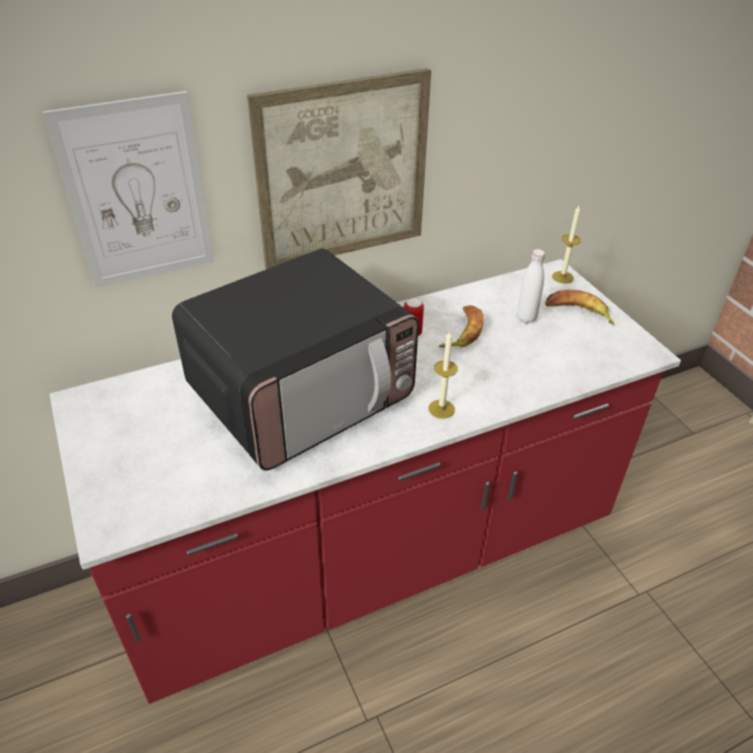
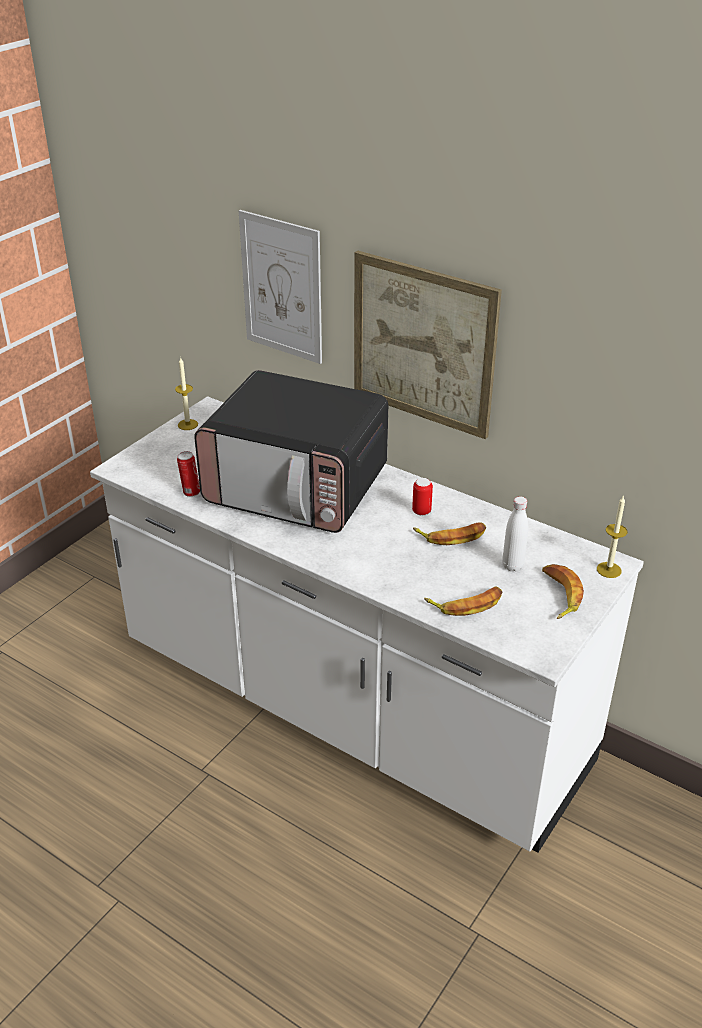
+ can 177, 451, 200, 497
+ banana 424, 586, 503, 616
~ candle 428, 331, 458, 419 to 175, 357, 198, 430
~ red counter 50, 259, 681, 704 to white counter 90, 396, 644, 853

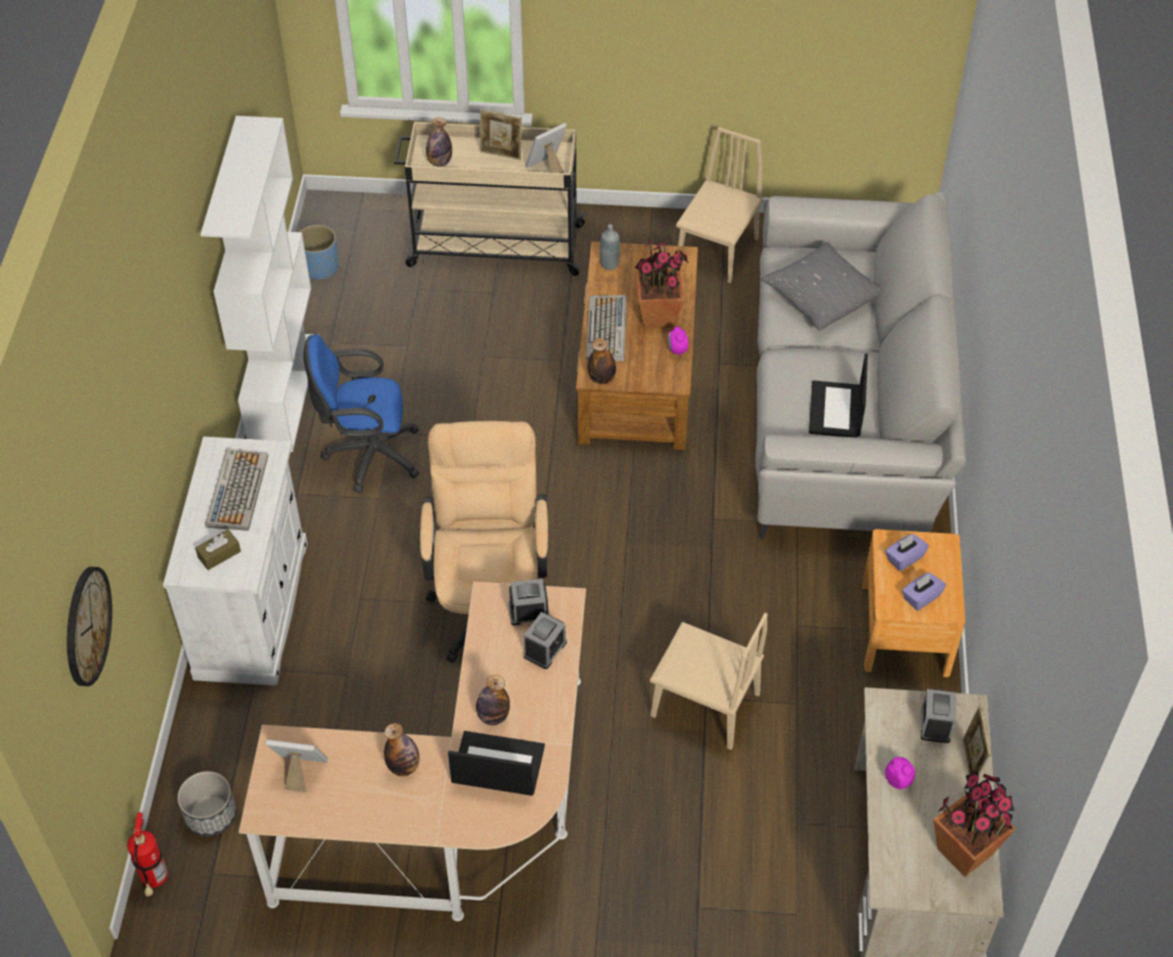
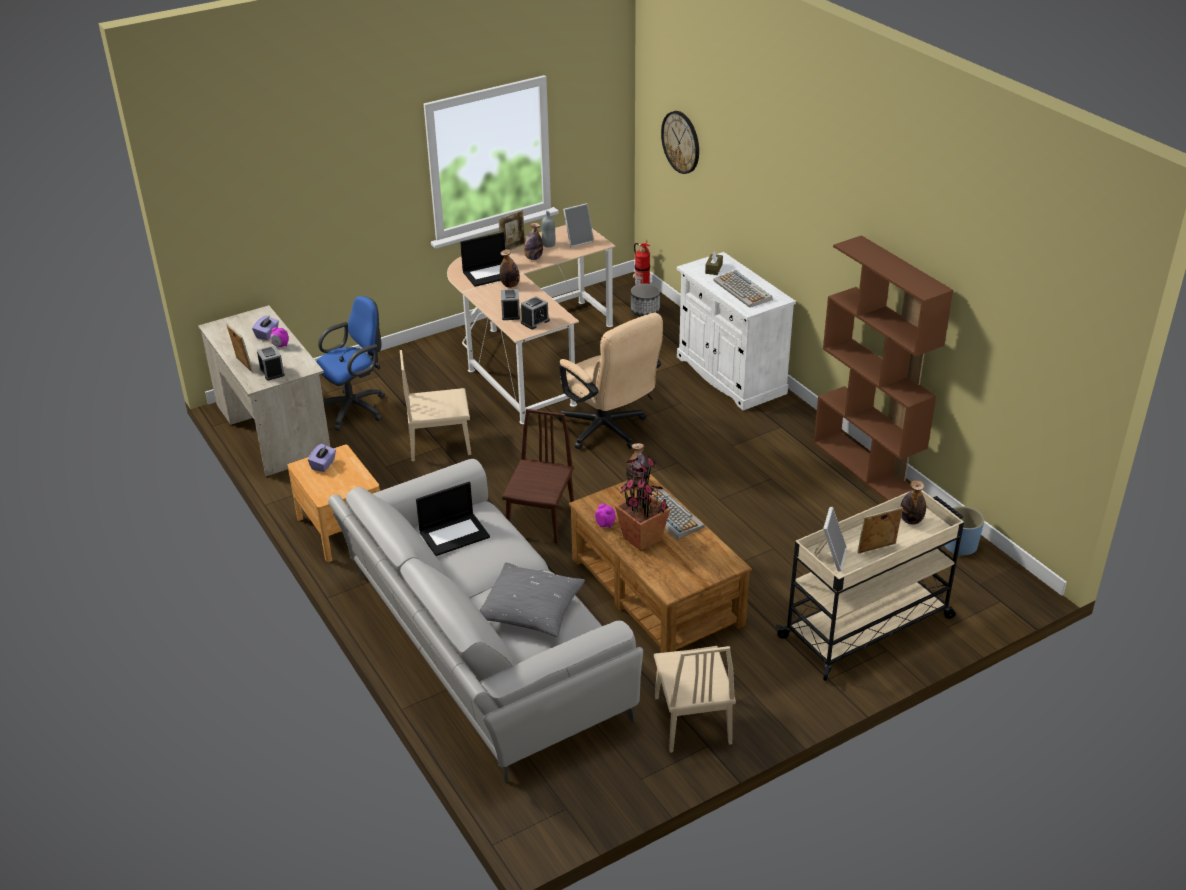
- potted plant 933, 772, 1016, 877
+ picture frame 498, 210, 526, 250
+ brown chair 502, 409, 574, 543
~ blue office chair 303, 334, 419, 493 to 316, 296, 385, 431
~ grey bottle 600, 224, 620, 270 to 542, 211, 555, 248
~ purple tissue box 885, 534, 929, 571 to 252, 315, 279, 340
~ white bookcase 201, 116, 314, 452 to brown bookcase 813, 235, 953, 501
~ laptop 809, 353, 868, 437 = 416, 482, 490, 556 90 degrees clockwise

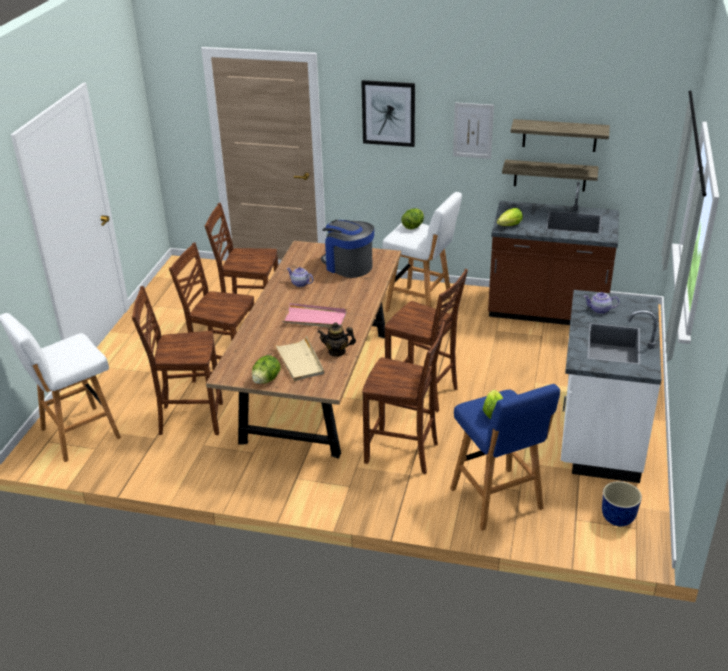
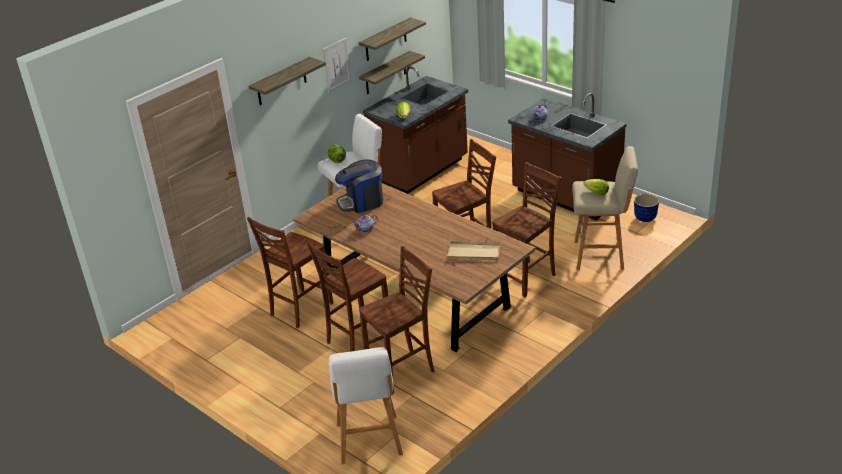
- lettuce 252, 355, 281, 384
- pink tray 282, 303, 347, 327
- teapot 317, 322, 356, 357
~ picture 361, 80, 415, 147 to shelf 249, 57, 326, 105
~ blue stool 450, 384, 560, 531 to beige stool 572, 146, 638, 270
~ white counter 561, 290, 661, 483 to brown counter 508, 93, 626, 220
~ brown chair 132, 286, 223, 435 = 359, 246, 434, 394 150 degrees counterclockwise

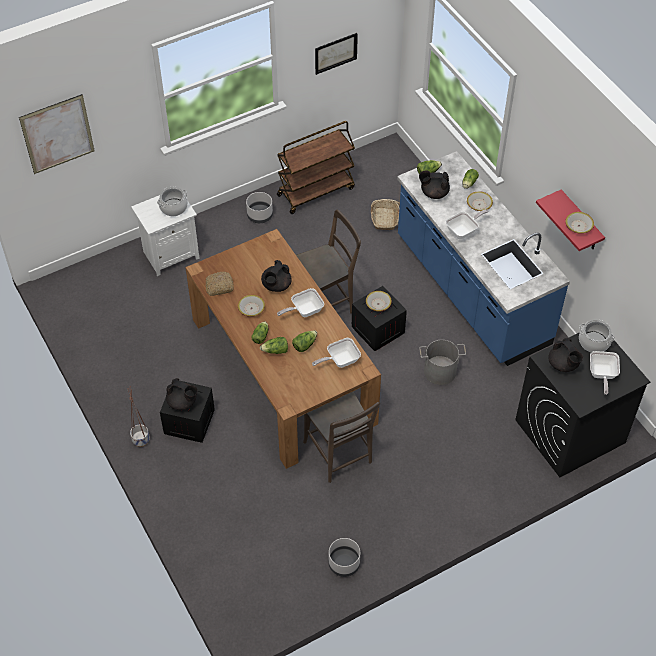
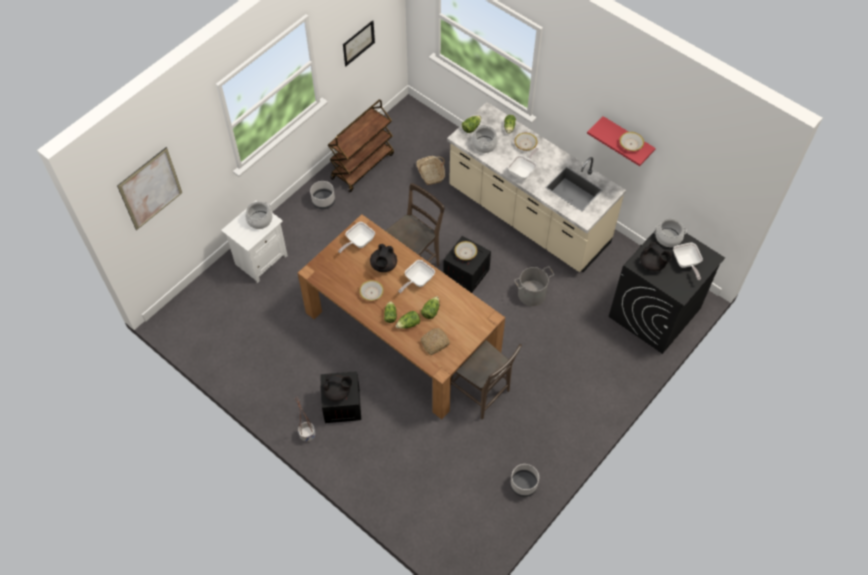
~ bread 206, 271, 234, 296 to 420, 328, 450, 355
~ frying pan 312, 338, 361, 368 to 338, 222, 375, 253
~ black teapot 419, 170, 450, 199 to cooking pot 472, 125, 498, 153
~ blue counter 397, 151, 570, 366 to beige counter 447, 102, 626, 272

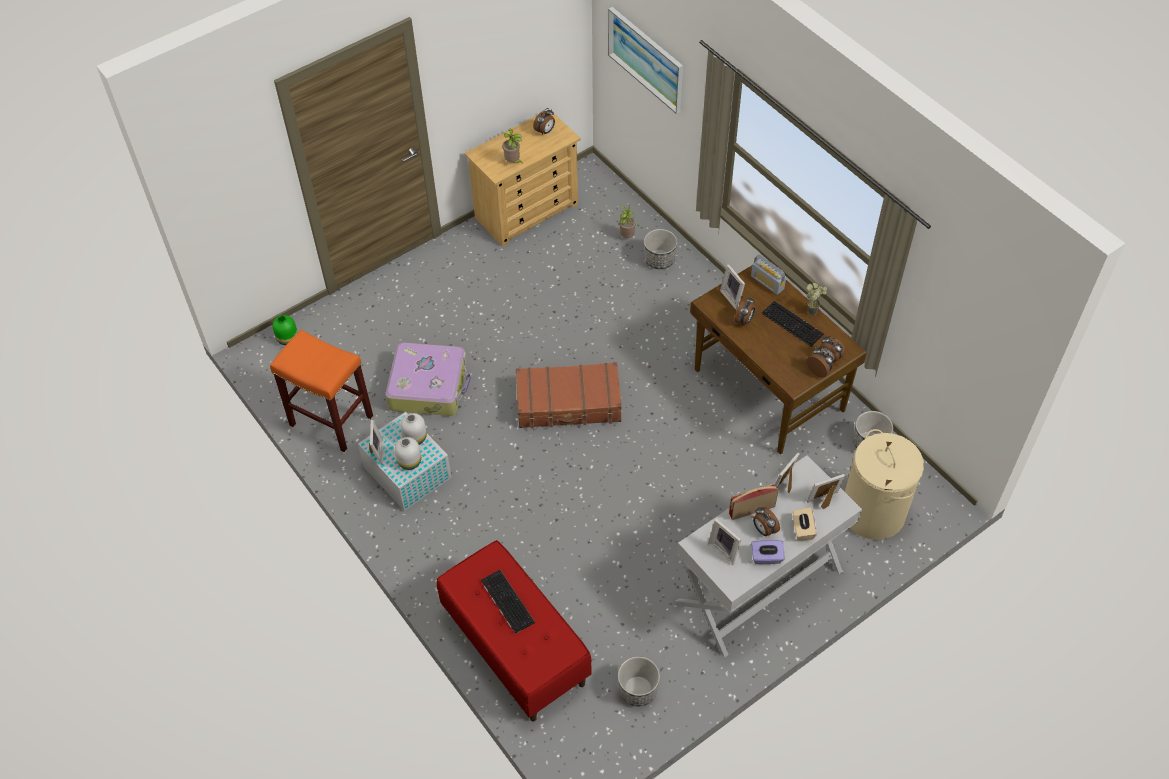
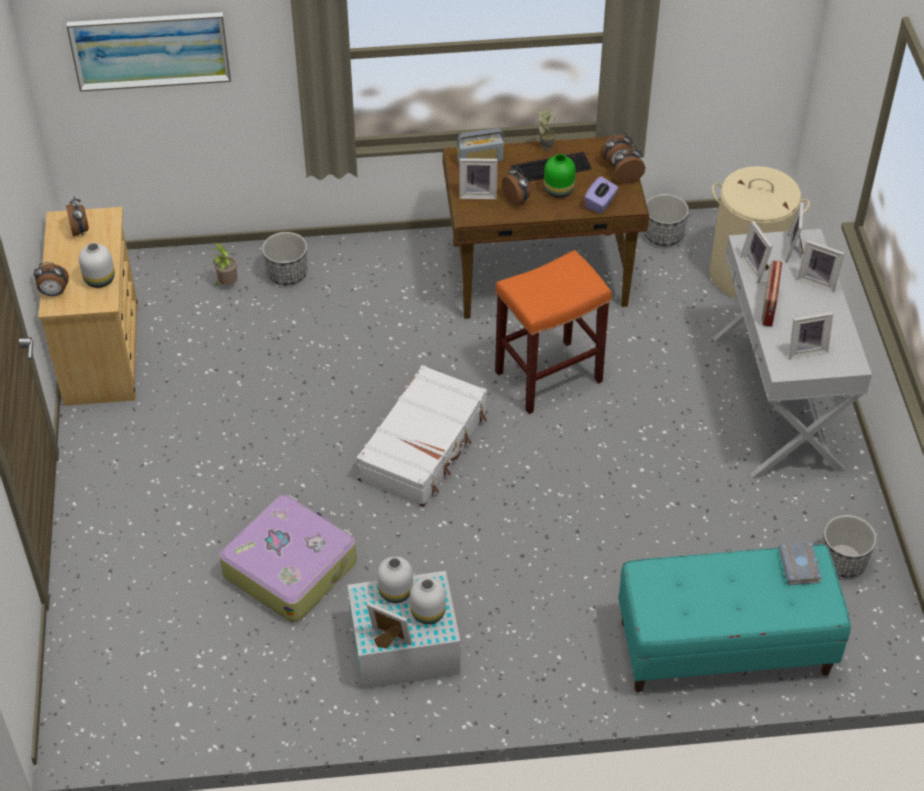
- keyboard 481, 570, 535, 634
+ grey book 778, 542, 822, 585
~ orange stool 270, 330, 373, 452 to 495, 250, 612, 414
~ green vase 272, 315, 298, 345 to 544, 154, 576, 198
~ purple tissue box 751, 540, 785, 564 to 584, 176, 618, 214
~ alarm clock 753, 507, 780, 536 to 34, 262, 69, 296
~ potted plant 503, 128, 523, 164 to white vase 79, 243, 115, 288
~ beige tissue box 793, 507, 817, 540 to picture frame 797, 240, 845, 293
~ red bench 437, 540, 592, 722 to turquoise bench 619, 544, 851, 692
~ brown suitcase 516, 362, 622, 429 to white suitcase 356, 365, 487, 507

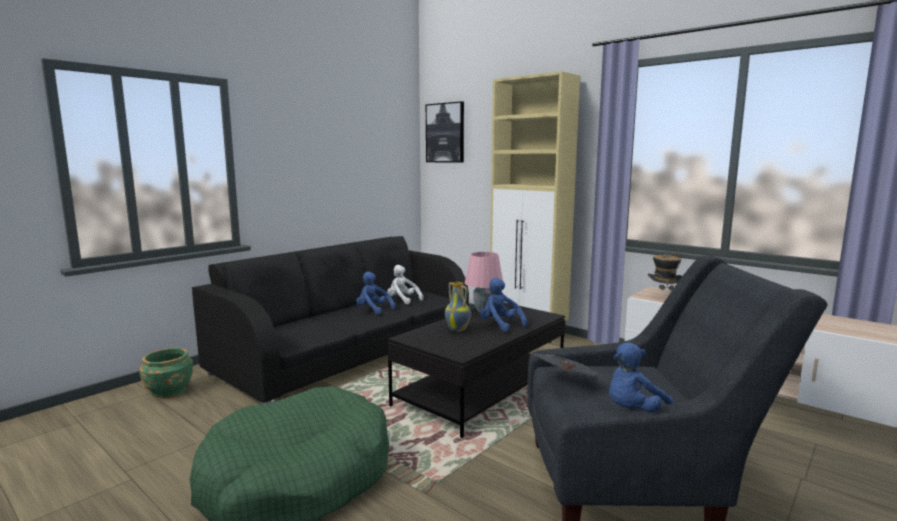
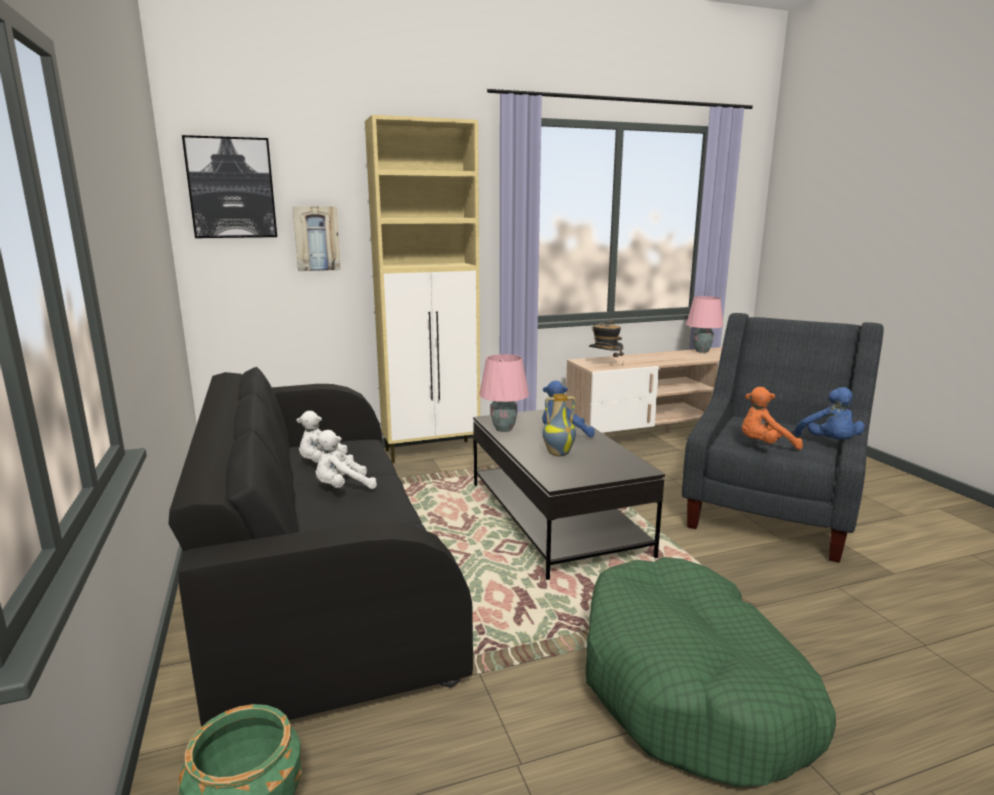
+ picture 293, 206, 341, 271
+ pink table lamp 686, 296, 724, 353
~ newspaper 533, 354, 600, 375 to orange plush toy 742, 387, 803, 450
~ blue plush toy 356, 272, 396, 314 to white plush toy 313, 430, 377, 489

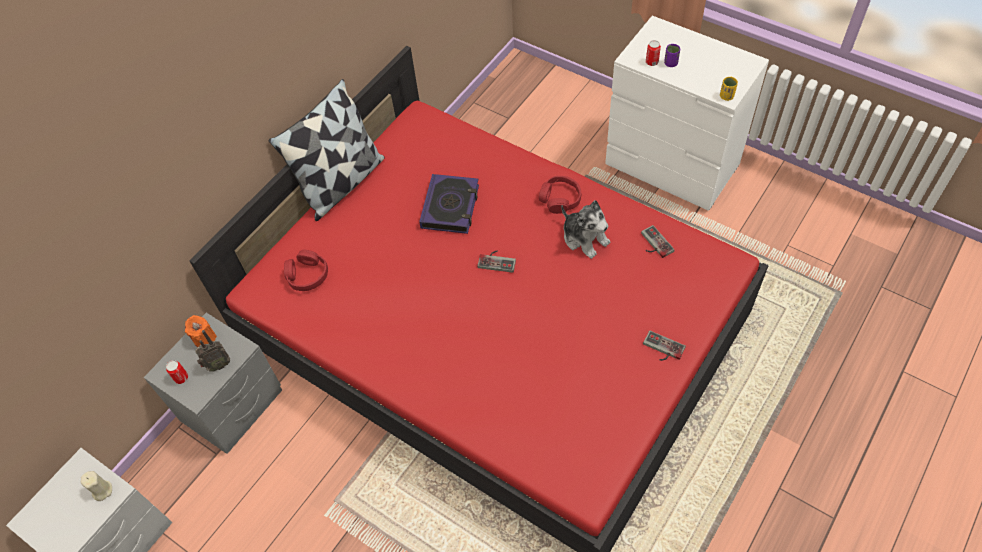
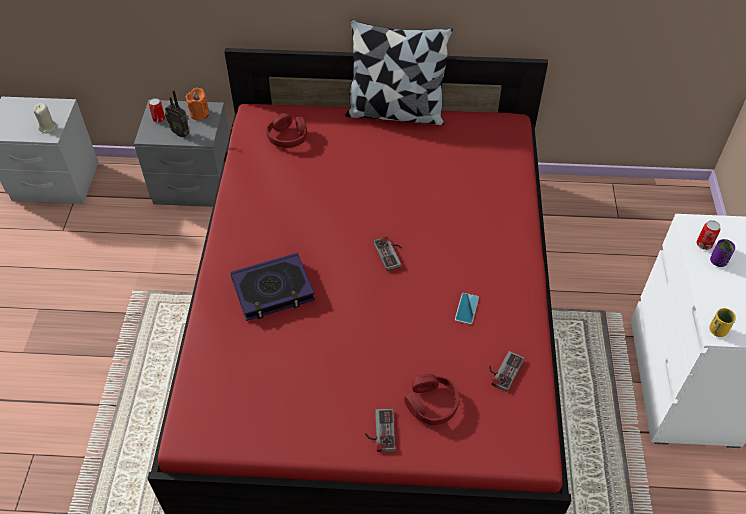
~ book 419, 174, 479, 234 to 230, 253, 315, 321
~ red headphones 539, 176, 581, 214 to 404, 374, 459, 425
~ plush toy 561, 200, 611, 259 to phone 455, 293, 479, 324

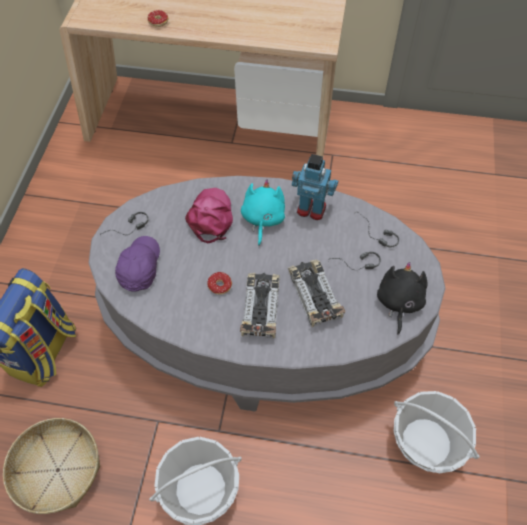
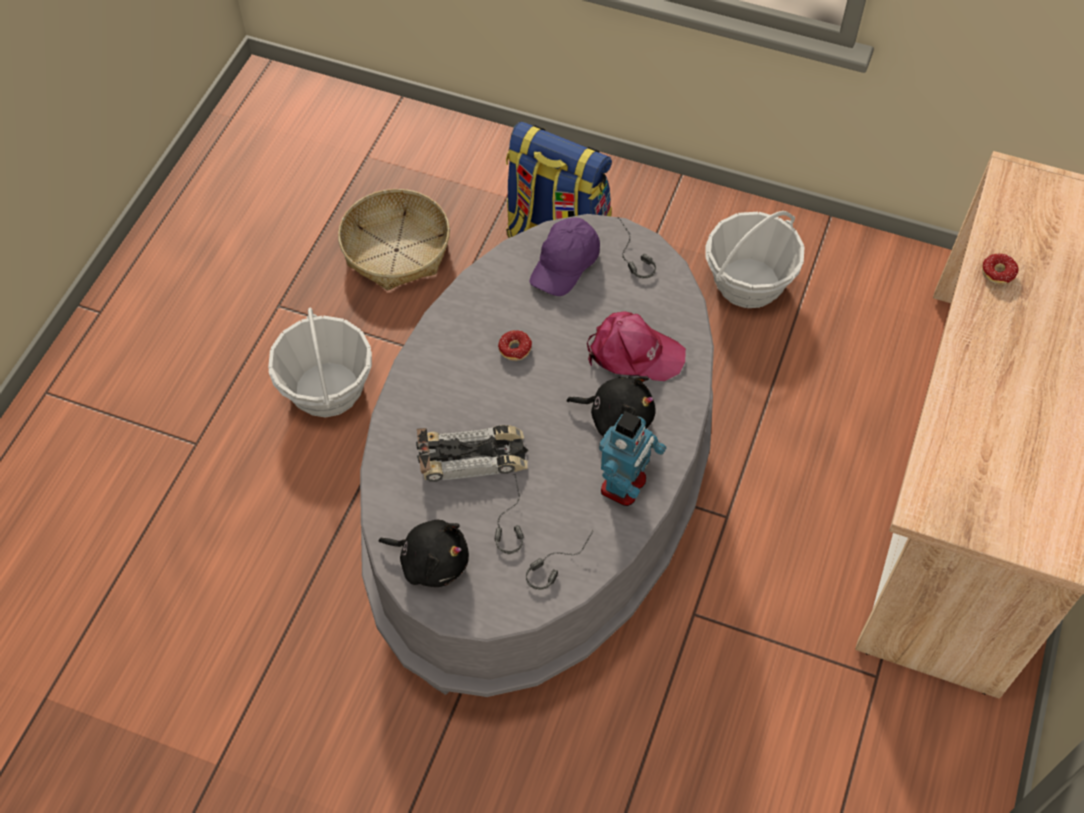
- toy car 240, 272, 280, 339
~ basket 394, 391, 480, 473 to 705, 211, 805, 308
~ turquoise plush toy 241, 179, 285, 246 to black plush toy 567, 376, 656, 436
~ purple cap 115, 236, 160, 292 = 529, 217, 600, 296 105 degrees clockwise

